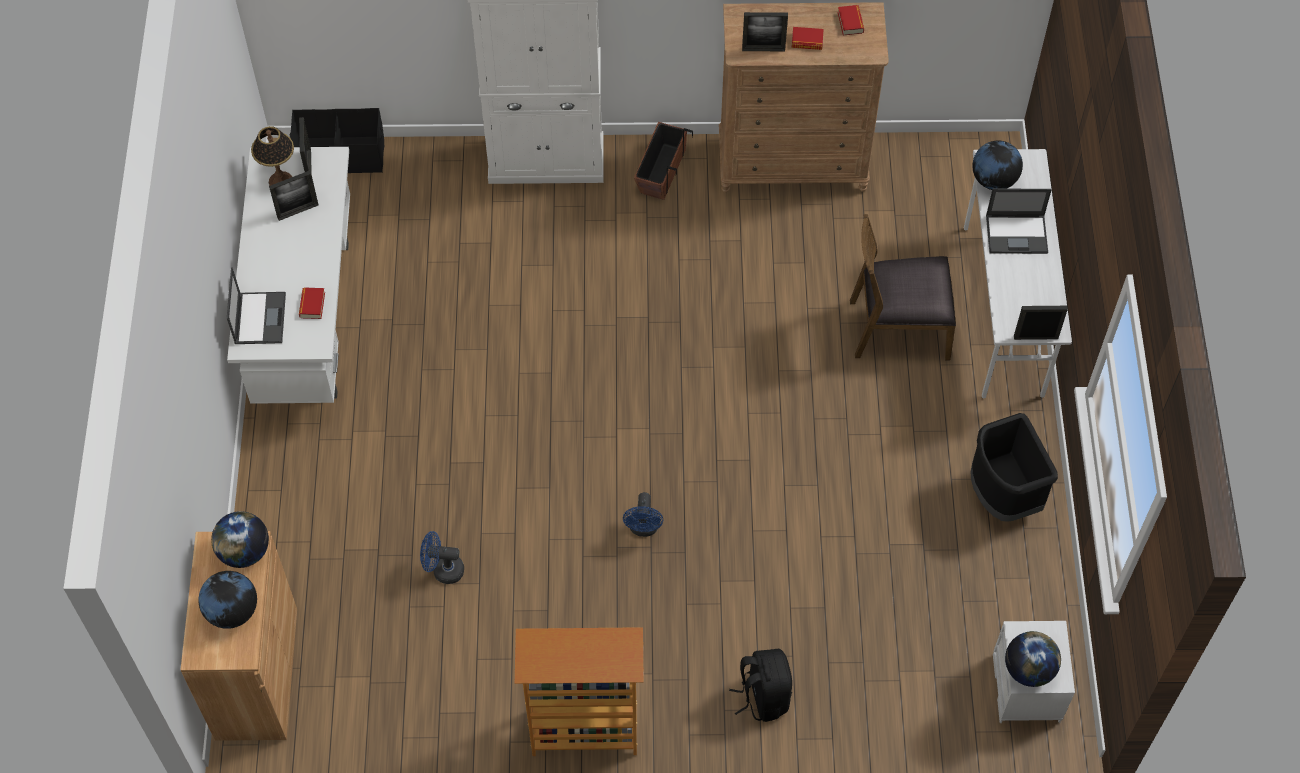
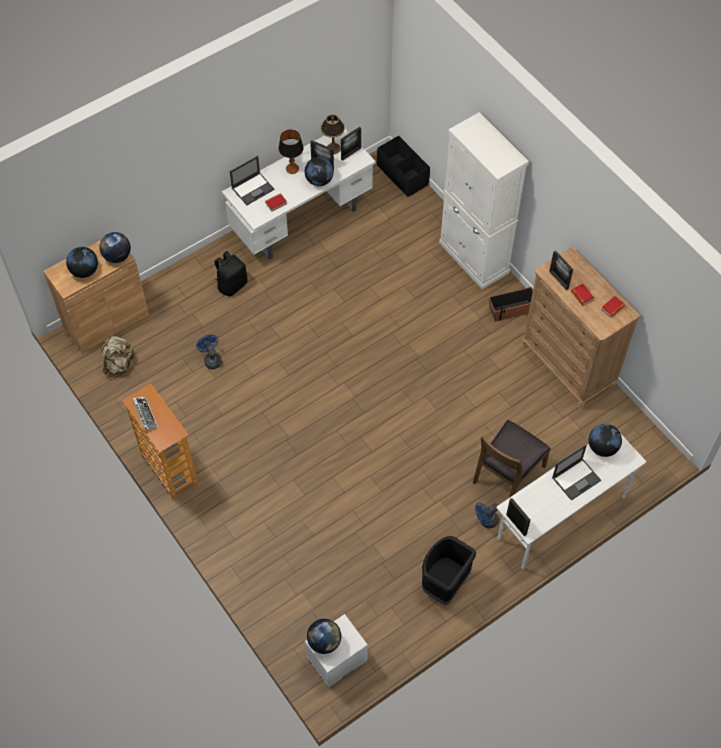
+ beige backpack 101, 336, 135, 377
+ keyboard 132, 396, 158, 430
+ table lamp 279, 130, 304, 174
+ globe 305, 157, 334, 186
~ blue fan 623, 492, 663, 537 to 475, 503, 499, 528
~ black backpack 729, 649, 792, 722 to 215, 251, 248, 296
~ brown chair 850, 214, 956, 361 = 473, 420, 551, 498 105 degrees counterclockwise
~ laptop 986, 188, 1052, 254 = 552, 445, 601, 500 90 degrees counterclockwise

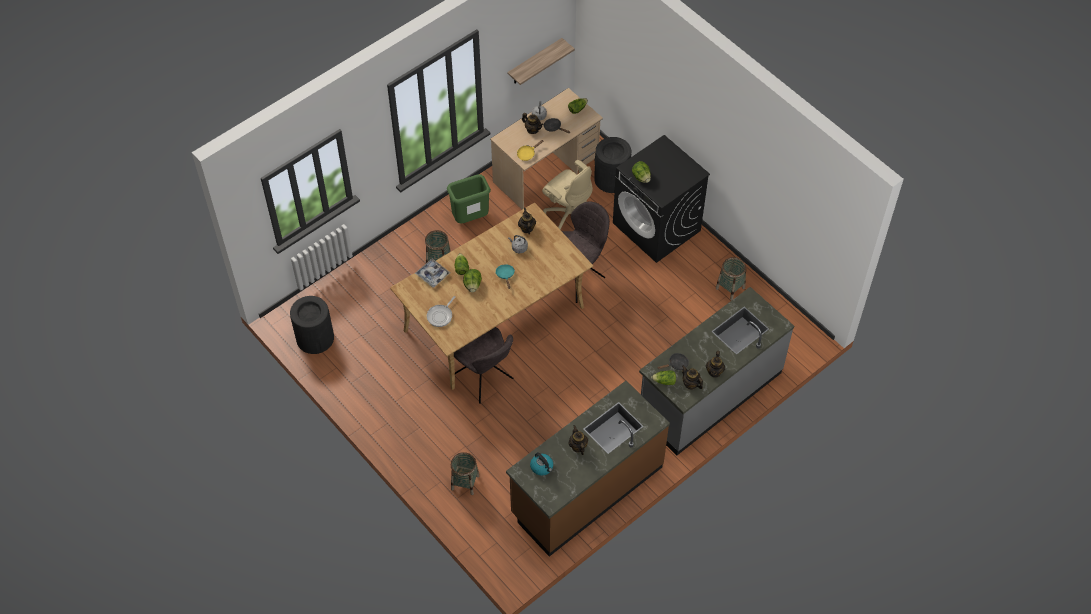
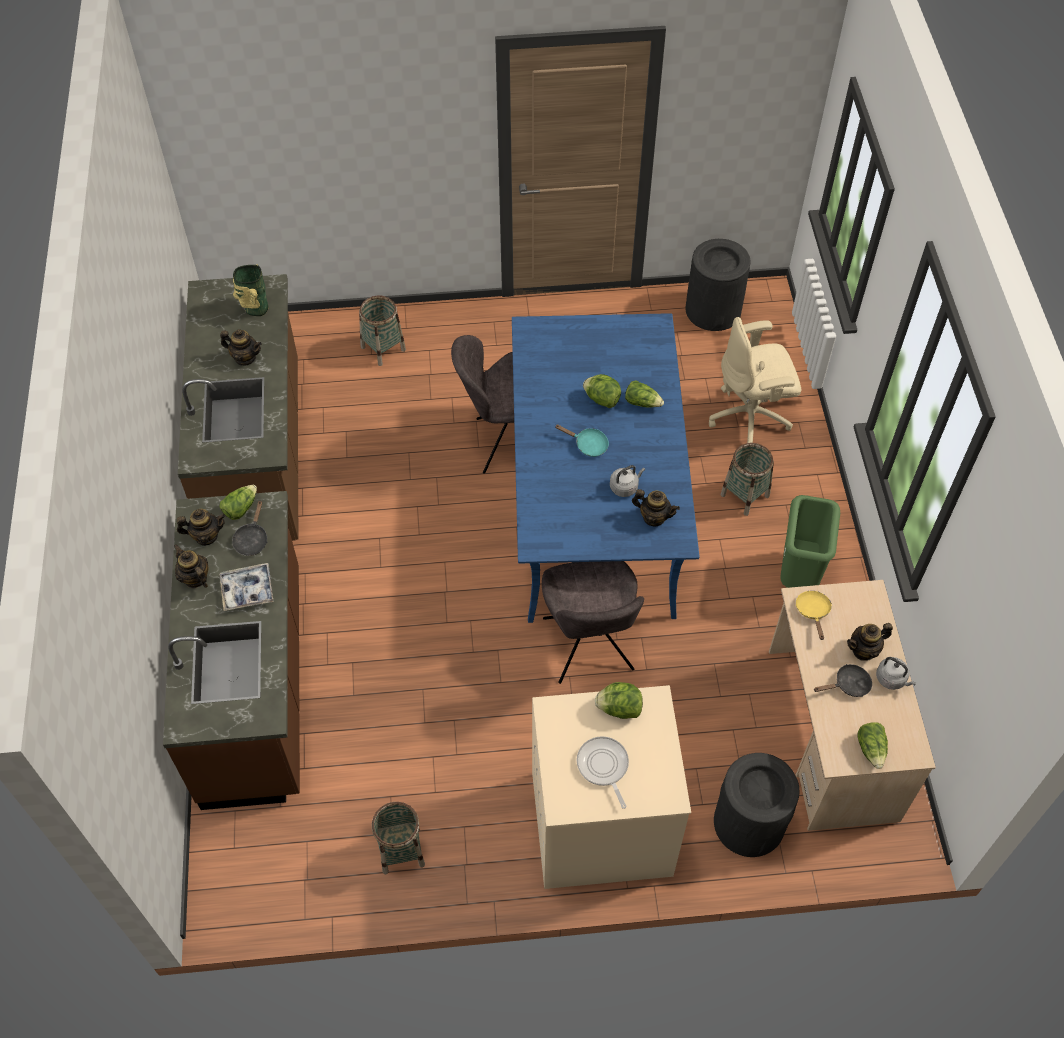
- shelf 507, 38, 575, 85
~ tray 415, 259, 450, 288 to 219, 563, 274, 611
~ frying pan 427, 296, 456, 327 to 577, 736, 629, 809
~ beige office chair 542, 160, 593, 230 to 709, 317, 801, 443
~ kettle 530, 452, 553, 476 to vase 233, 265, 268, 316
~ beige dining table 390, 203, 593, 390 to blue dining table 512, 313, 700, 623
~ black washing machine 613, 135, 710, 263 to beige washing machine 532, 685, 691, 889
~ grey counter 639, 287, 794, 456 to brown counter 163, 491, 300, 810

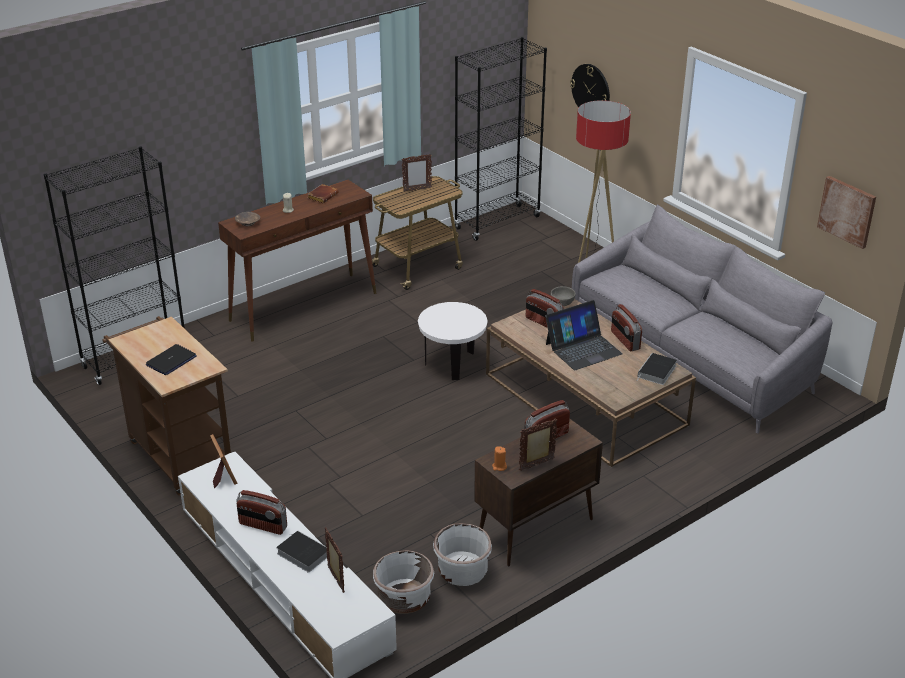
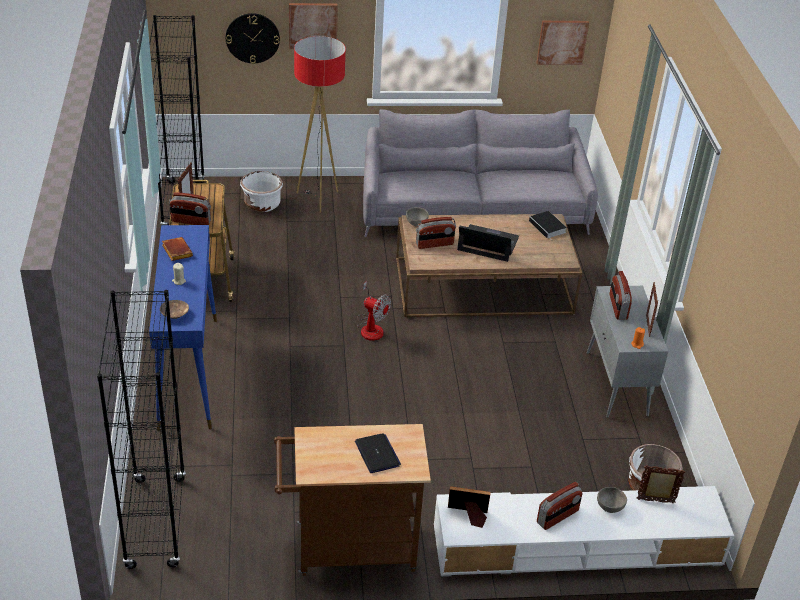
+ picture 289, 3, 338, 49
~ white planter 433, 523, 492, 586 to 240, 171, 283, 212
~ radio 611, 304, 642, 351 to 169, 192, 211, 225
~ book 276, 531, 327, 573 to grey bowl 597, 487, 627, 513
~ white side table 418, 302, 488, 380 to fan 357, 281, 391, 341
~ brown console table 218, 180, 376, 342 to blue console table 149, 225, 217, 431
~ brown cabinet 474, 419, 603, 566 to grey cabinet 587, 286, 668, 418
~ laptop 545, 300, 623, 370 = 457, 224, 519, 262 75 degrees counterclockwise

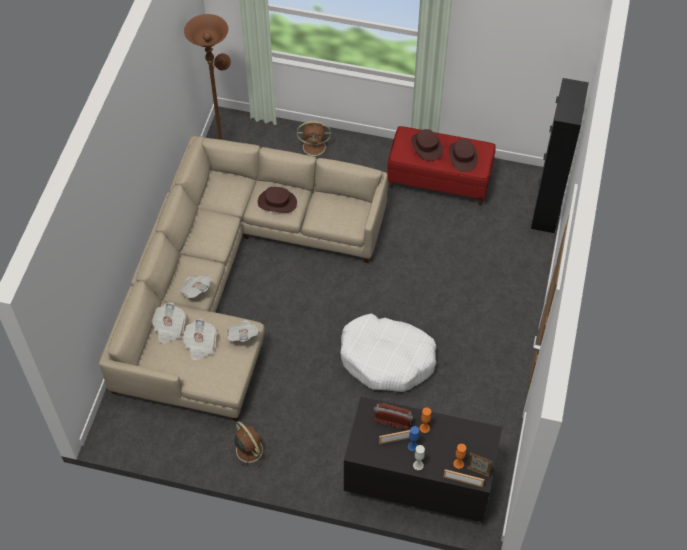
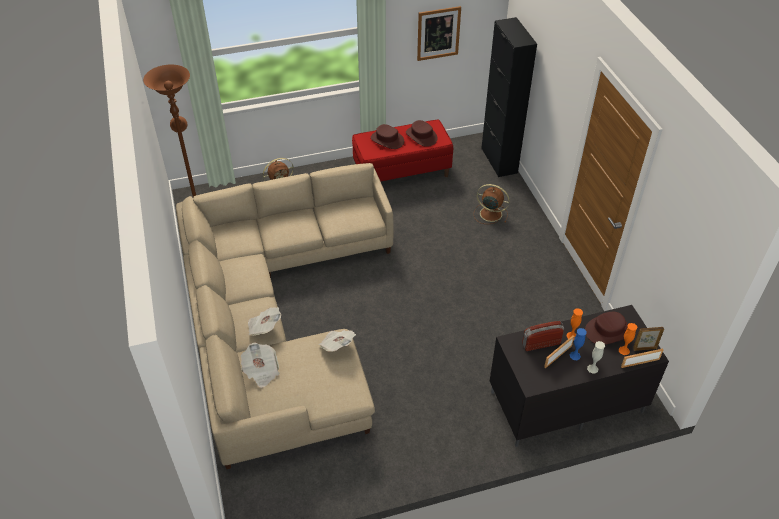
- newspaper 182, 319, 217, 360
- white dog bed 340, 314, 437, 392
+ picture 417, 6, 461, 61
~ brown fan 228, 421, 269, 470 to 474, 184, 510, 224
~ brown hat 258, 187, 297, 213 to 585, 312, 628, 345

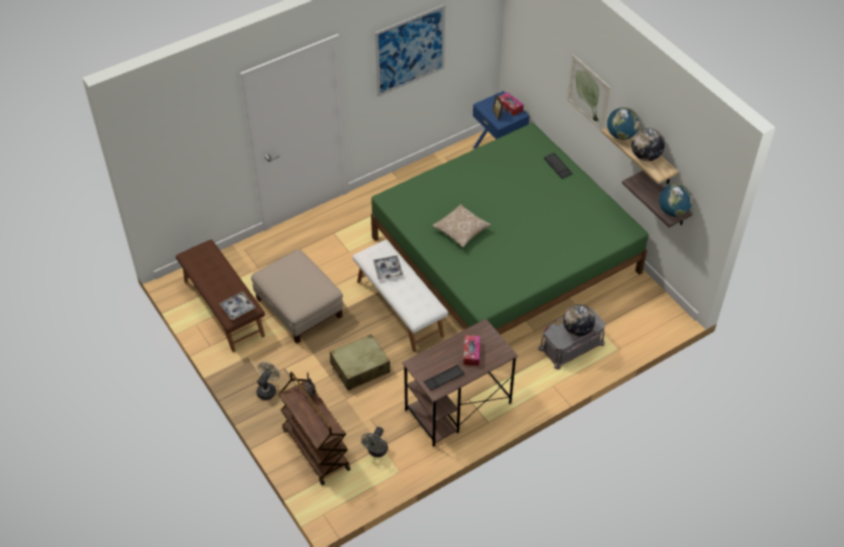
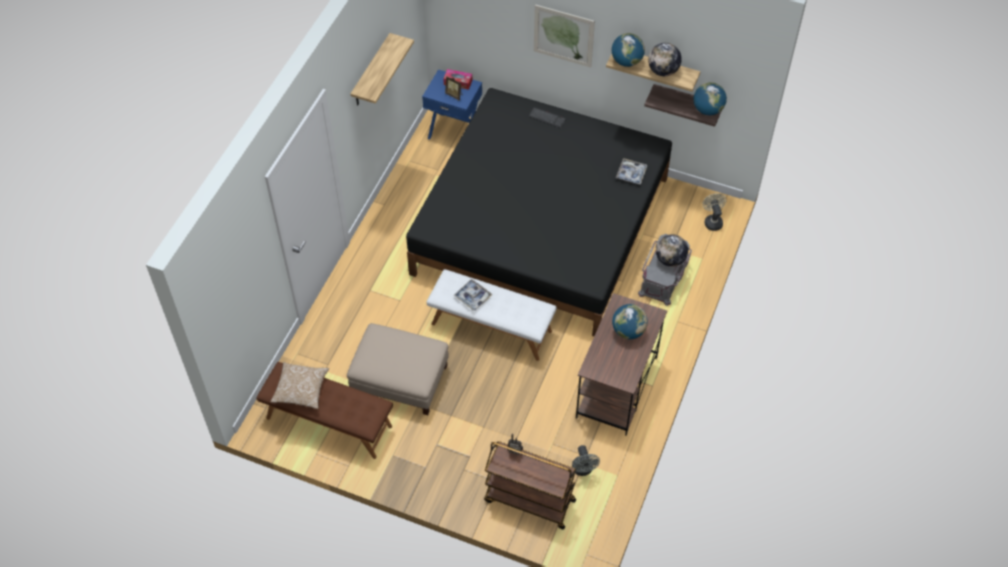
- beige suitcase 330, 334, 390, 390
- keyboard 424, 365, 465, 390
~ tray 219, 291, 255, 320 to 616, 158, 648, 185
~ beige fan 257, 361, 280, 400 to 702, 193, 726, 231
~ pillow 432, 204, 491, 248 to 270, 362, 329, 409
~ picture 375, 4, 445, 97 to shelf 350, 33, 414, 106
~ tissue box 463, 335, 480, 366 to globe 612, 304, 648, 339
~ green bed 371, 123, 649, 335 to black bed 406, 88, 672, 336

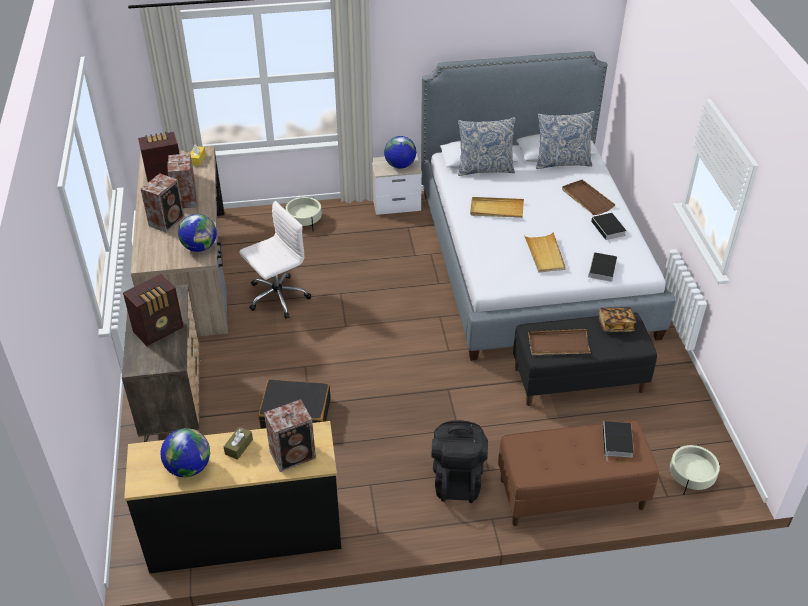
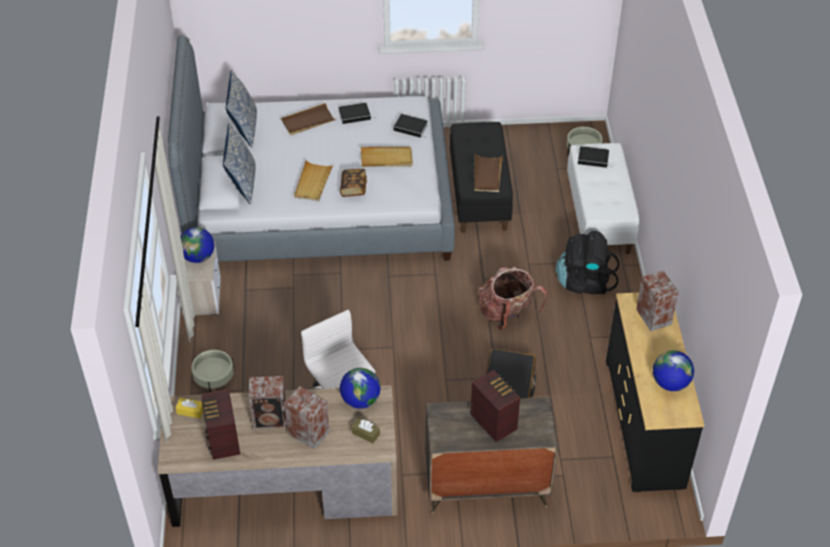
+ backpack 478, 267, 547, 330
~ brown tissue box 223, 427, 253, 460 to 352, 418, 380, 444
~ book 599, 307, 636, 332 to 340, 169, 367, 197
~ brown bench 498, 420, 659, 526 to white bench 567, 143, 639, 254

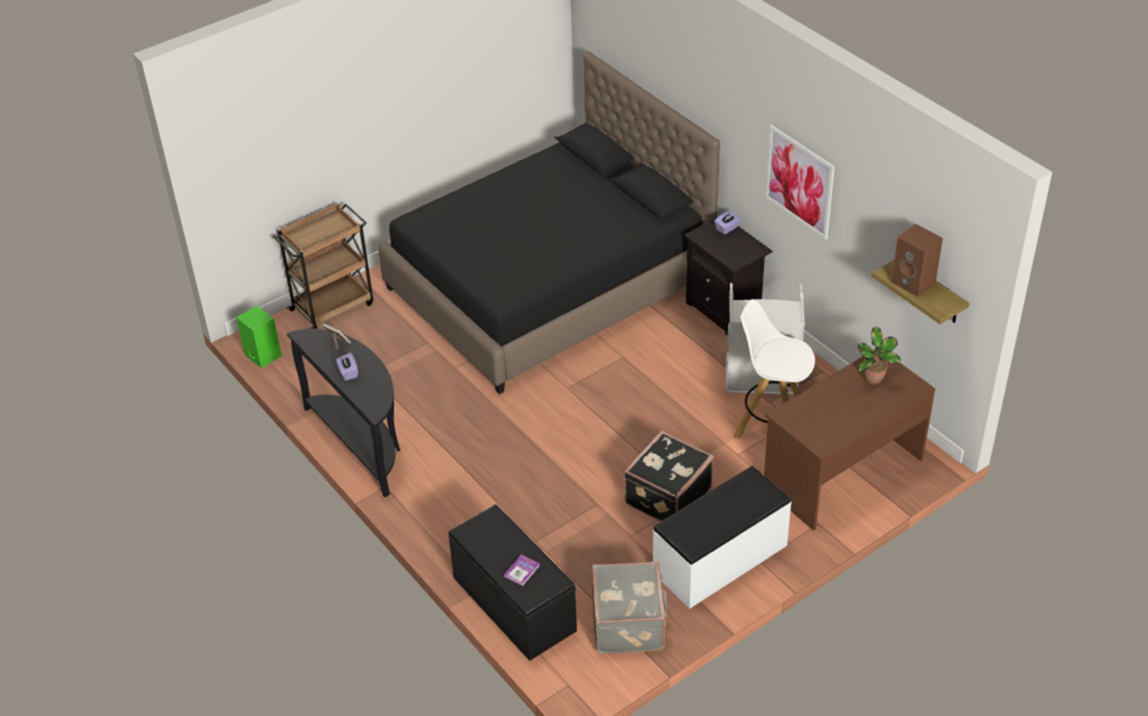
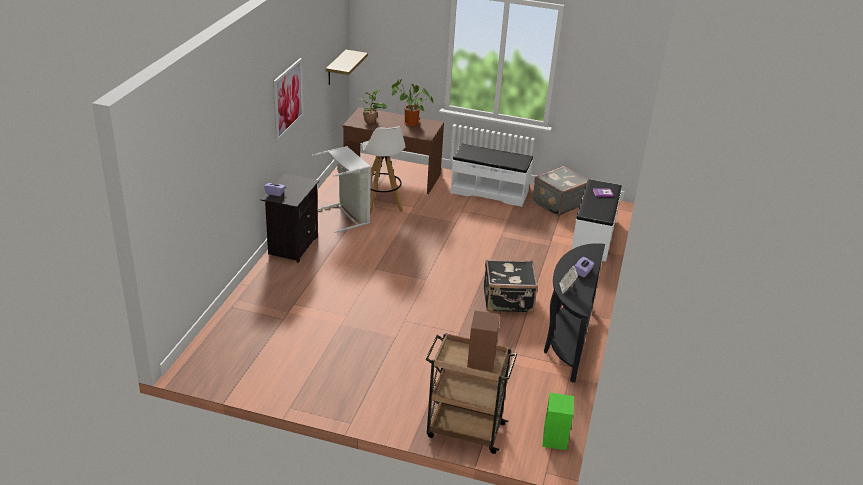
- black bed 378, 51, 720, 394
+ potted plant 392, 79, 433, 126
~ black suitcase 623, 431, 714, 522 to 484, 259, 538, 313
~ brown speaker 891, 224, 943, 297 to 467, 311, 500, 372
~ black bench 448, 505, 577, 661 to white bench 571, 179, 622, 262

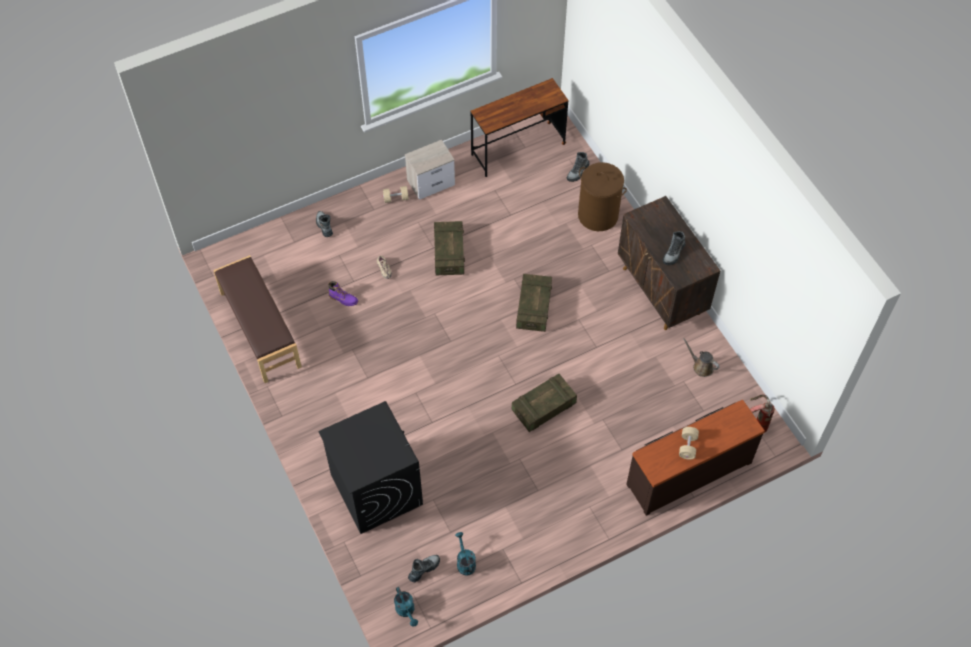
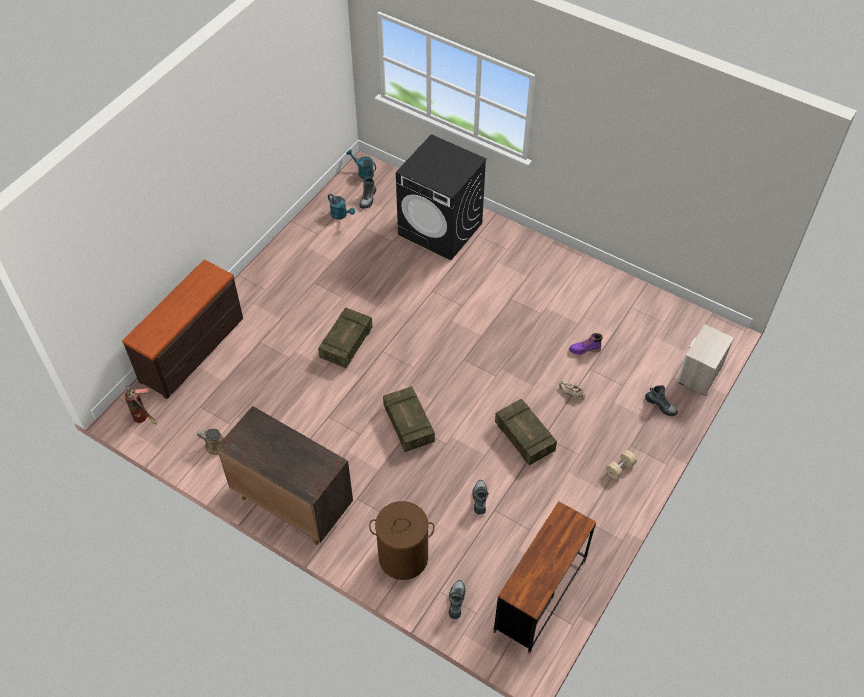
- brown bench 213, 255, 302, 383
- beige dumbbell 679, 427, 699, 460
~ nightstand 405, 140, 455, 200 to 677, 324, 734, 396
~ boot 663, 231, 686, 265 to 472, 480, 489, 515

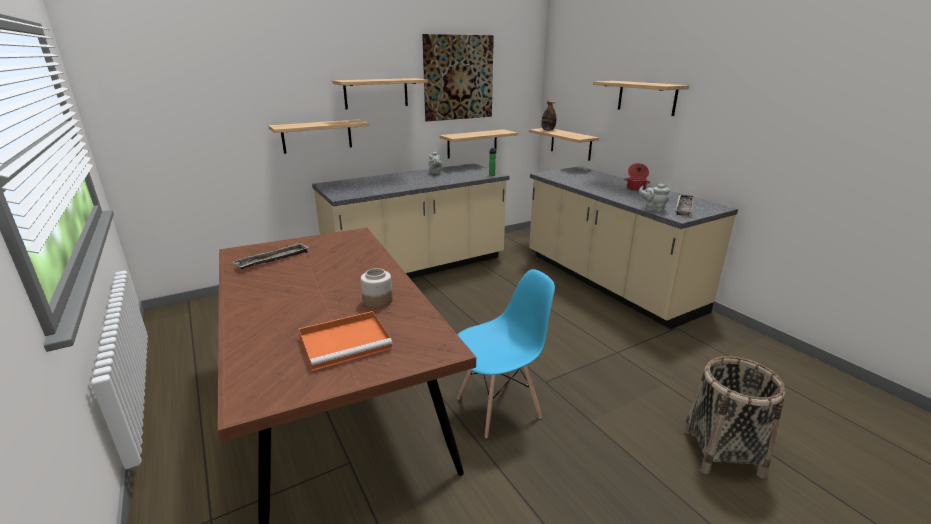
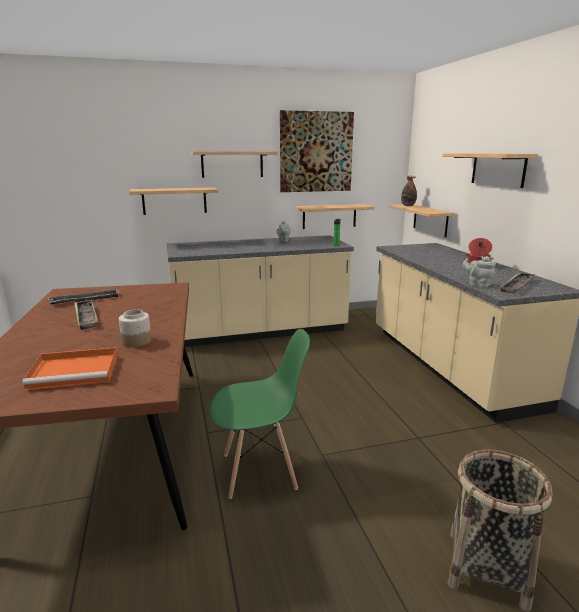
+ tray 74, 300, 98, 330
~ blue chair 457, 269, 555, 438 to green chair 210, 329, 310, 499

